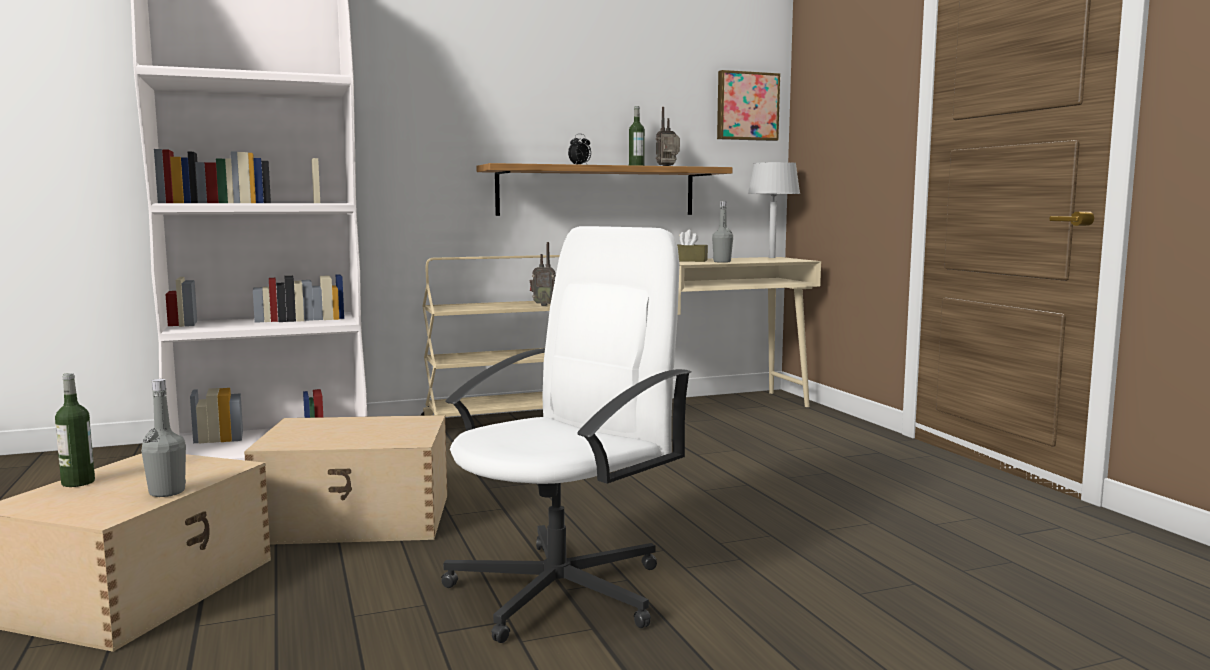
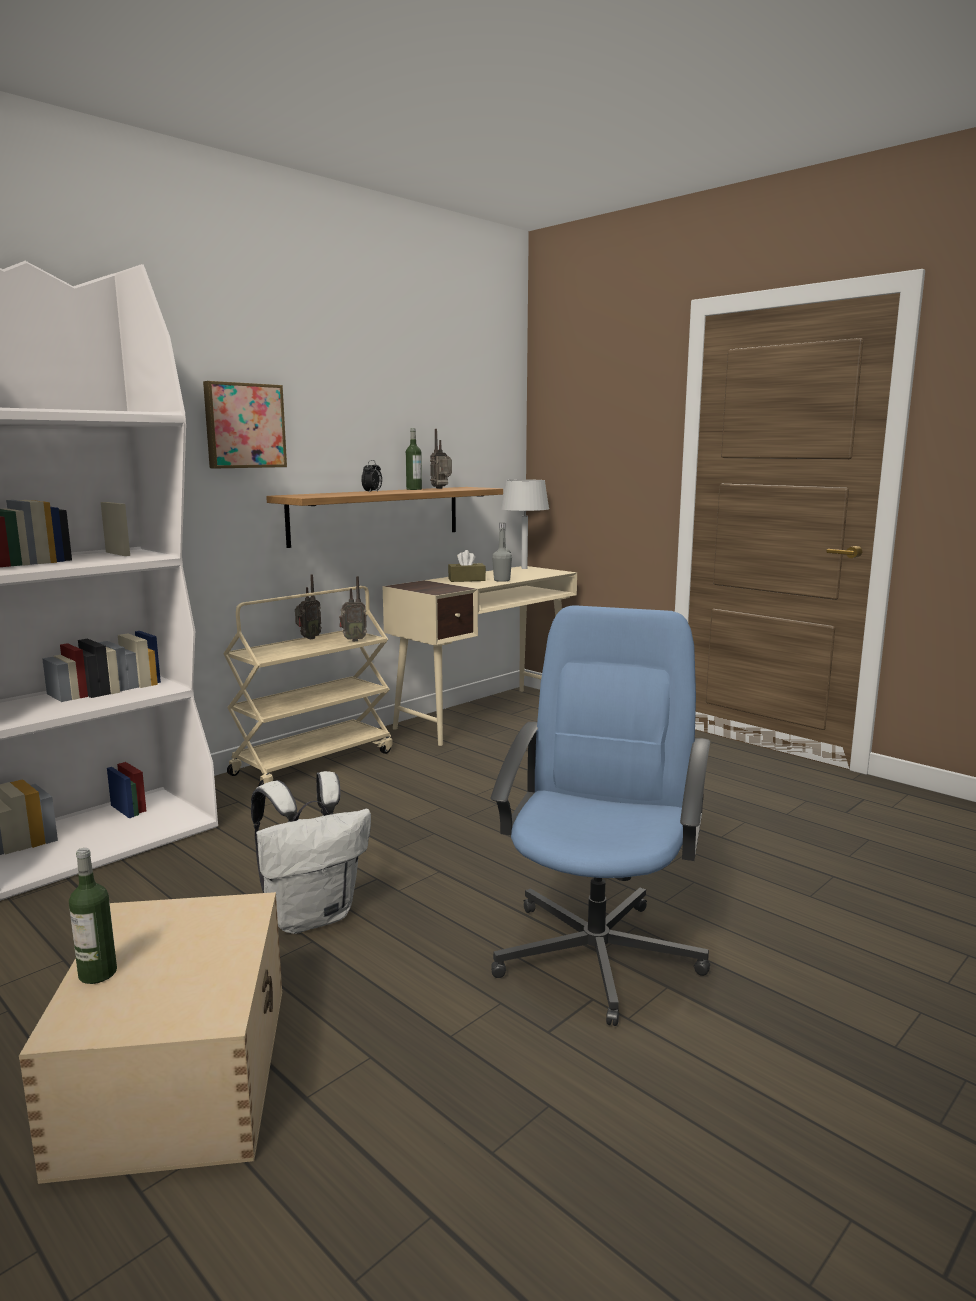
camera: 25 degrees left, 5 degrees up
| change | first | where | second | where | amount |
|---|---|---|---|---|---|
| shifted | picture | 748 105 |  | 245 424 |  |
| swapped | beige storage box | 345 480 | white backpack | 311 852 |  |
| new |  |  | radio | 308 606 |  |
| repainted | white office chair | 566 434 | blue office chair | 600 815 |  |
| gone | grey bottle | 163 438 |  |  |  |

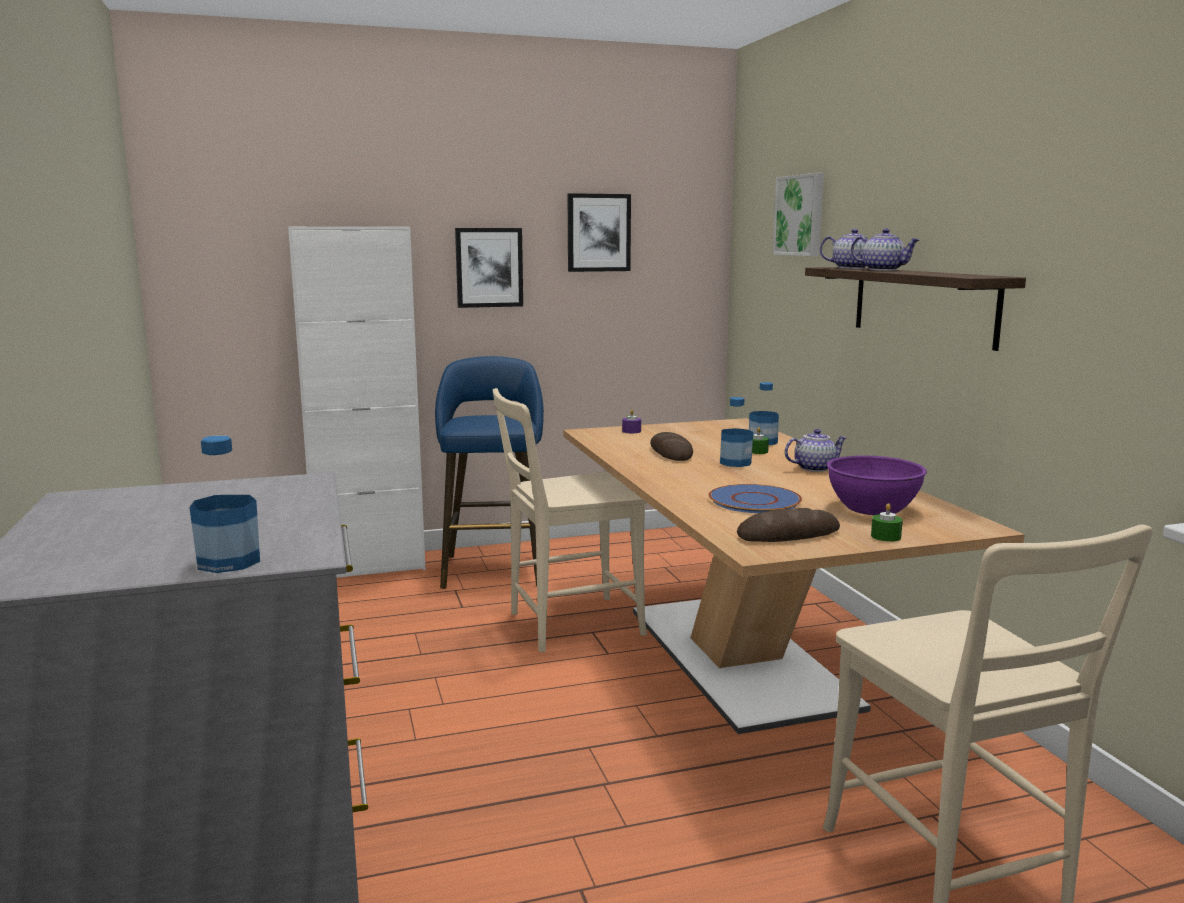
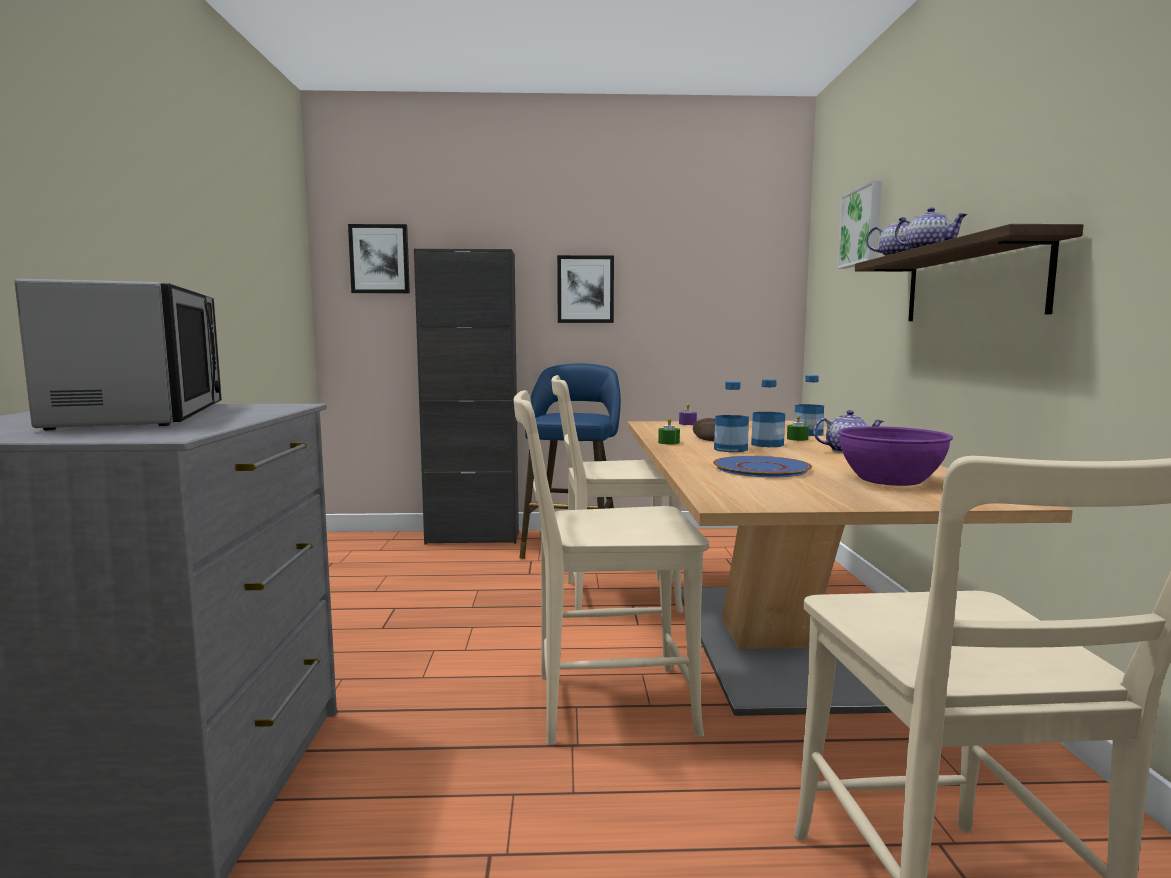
camera: 15 degrees right, 5 degrees down
| change | first | where | second | where | amount |
|---|---|---|---|---|---|
| new |  |  | microwave | 118 354 |  |
| shifted | picture | 599 232 |  | 379 258 |  |
| repainted | white cabinet | 357 402 | black cabinet | 466 397 |  |
| new |  |  | beige chair | 611 567 |  |
| shifted | green candle | 887 522 |  | 669 431 |  |
| shifted | bottle | 224 504 |  | 731 416 |  |
| gone | bread | 788 525 |  |  |  |

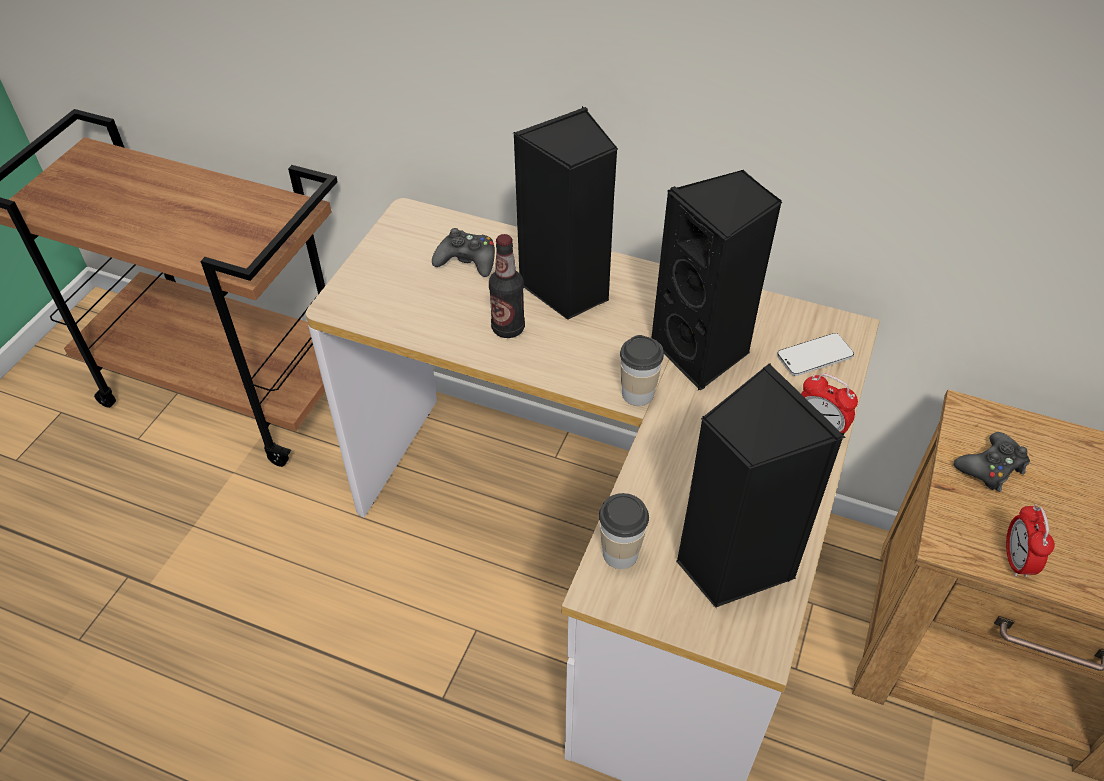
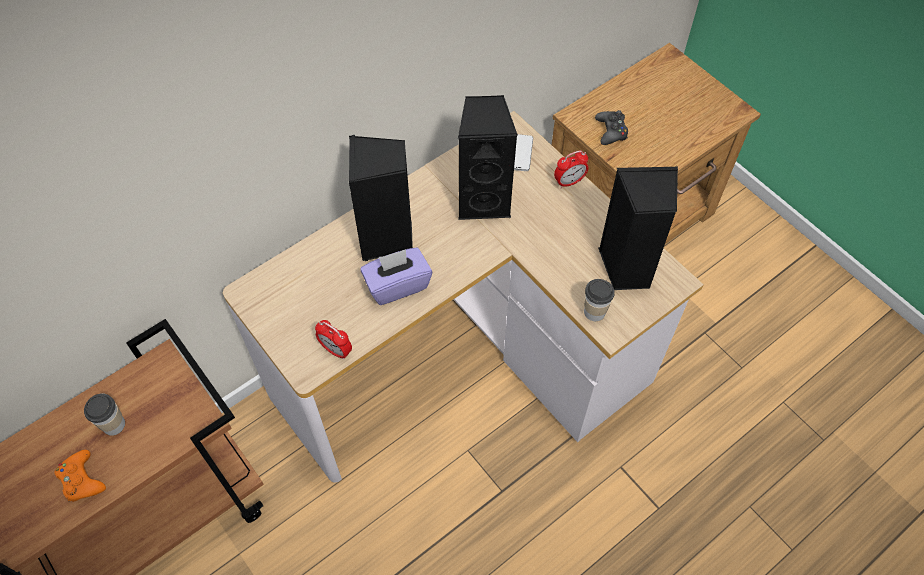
camera: 60 degrees left, 10 degrees up
| change | first | where | second | where | amount |
|---|---|---|---|---|---|
| new |  |  | orange game controller | 80 476 |  |
| shifted | cup | 642 370 |  | 104 414 |  |
| shifted | alarm clock | 1030 541 |  | 333 340 |  |
| swapped | bottle | 507 286 | purple tissue box | 396 276 |  |
| gone | black game controller | 463 252 |  |  |  |

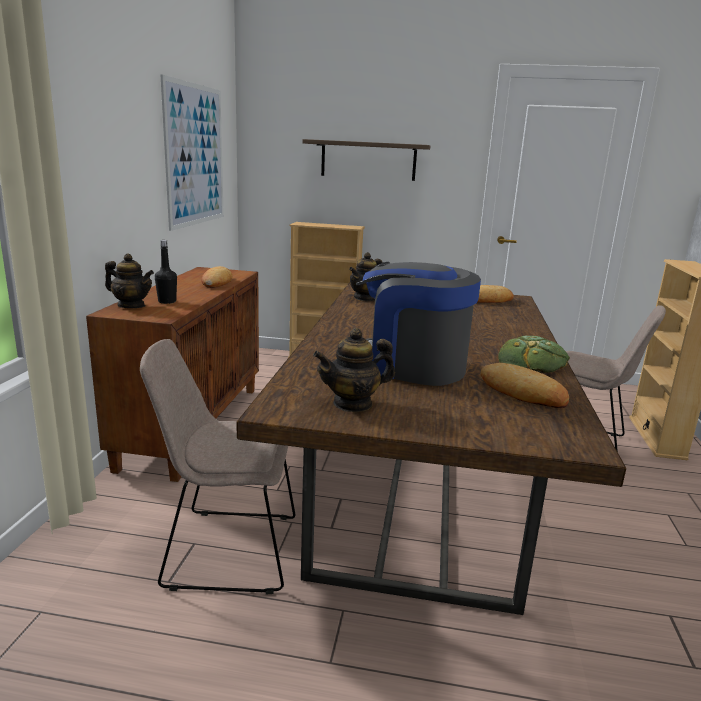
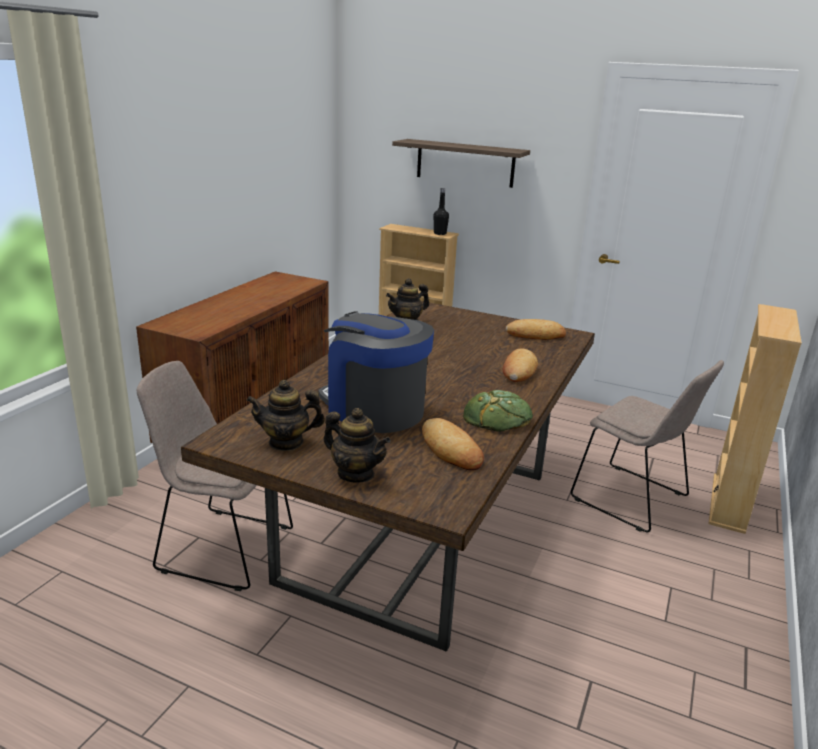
camera: 15 degrees right, 5 degrees up
| change | first | where | second | where | amount |
|---|---|---|---|---|---|
| shifted | teapot | 129 281 |  | 357 445 |  |
| shifted | black bottle | 166 272 |  | 441 211 |  |
| shifted | bread | 216 277 |  | 520 365 |  |
| gone | picture | 192 152 |  |  |  |

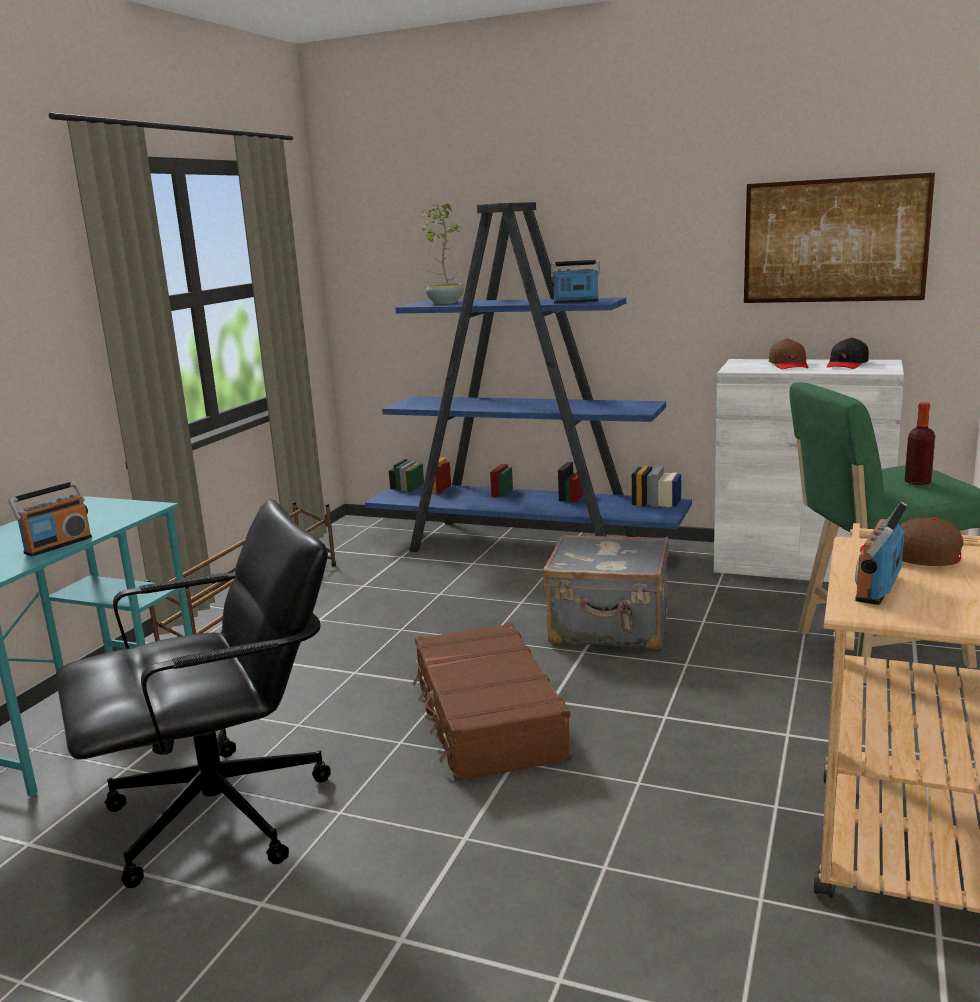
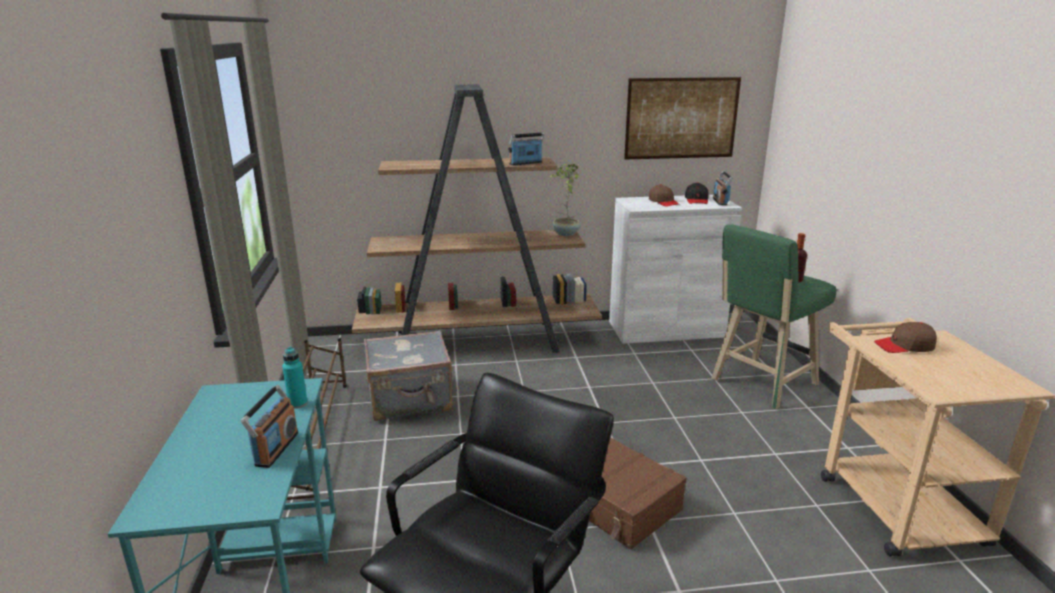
camera: 30 degrees left, 5 degrees up
| change | first | where | second | where | amount |
|---|---|---|---|---|---|
| new |  |  | turquoise bottle | 295 378 |  |
| repainted | blue bookcase | 528 377 | brown bookcase | 477 218 |  |
| shifted | grey suitcase | 606 591 |  | 408 375 |  |
| shifted | potted plant | 443 254 |  | 564 200 |  |
| shifted | radio | 881 553 |  | 723 188 |  |

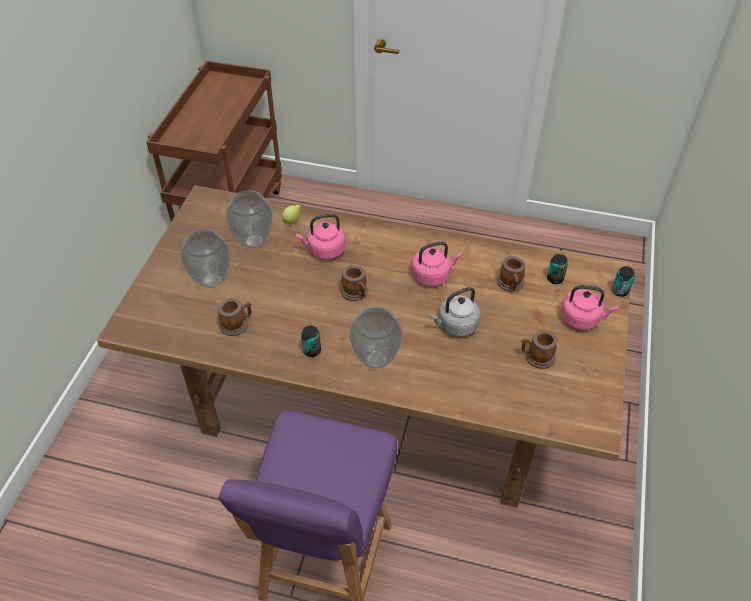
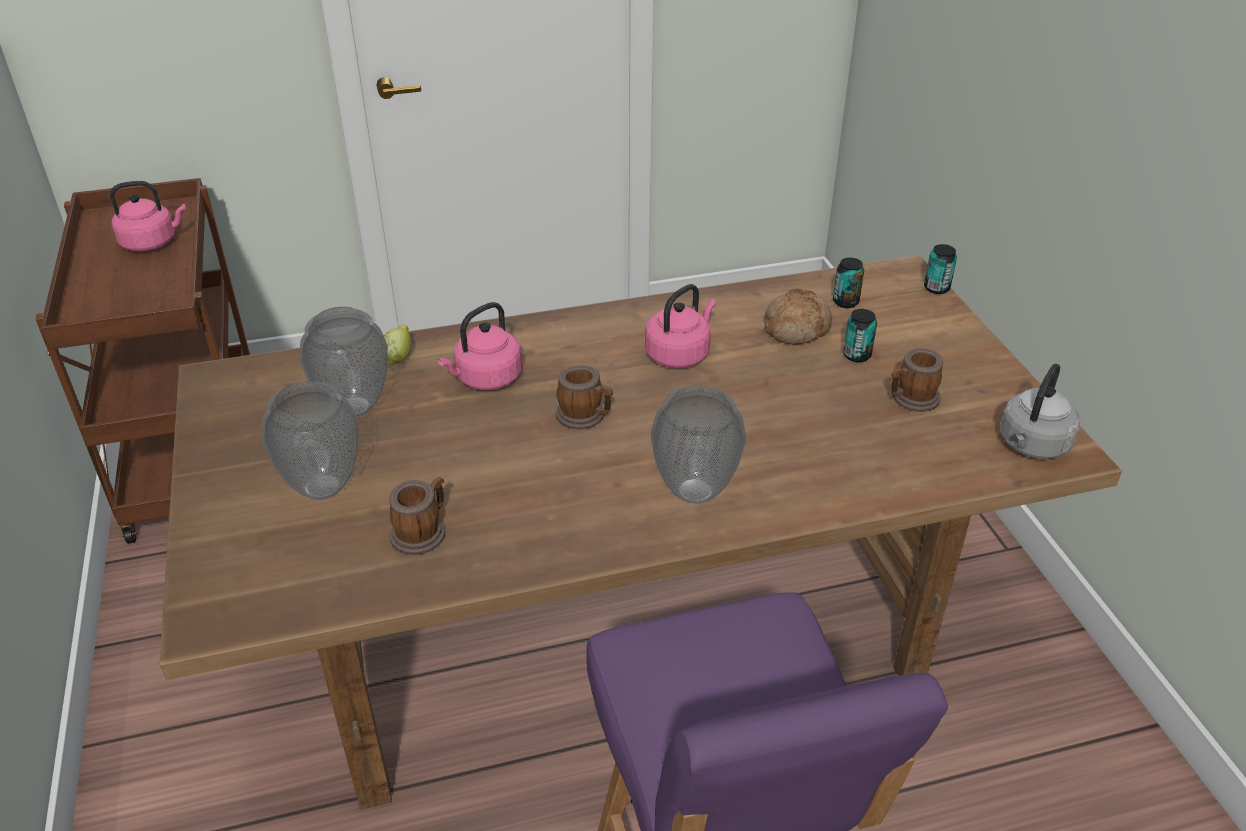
camera: 30 degrees left, 10 degrees down
| change | first | where | second | where | amount |
|---|---|---|---|---|---|
| shifted | pink kettle | 589 307 |  | 148 216 |  |
| swapped | mug | 511 274 | bread | 798 317 |  |
| shifted | can | 311 341 |  | 860 335 |  |
| shifted | grey kettle | 455 312 |  | 1040 411 |  |

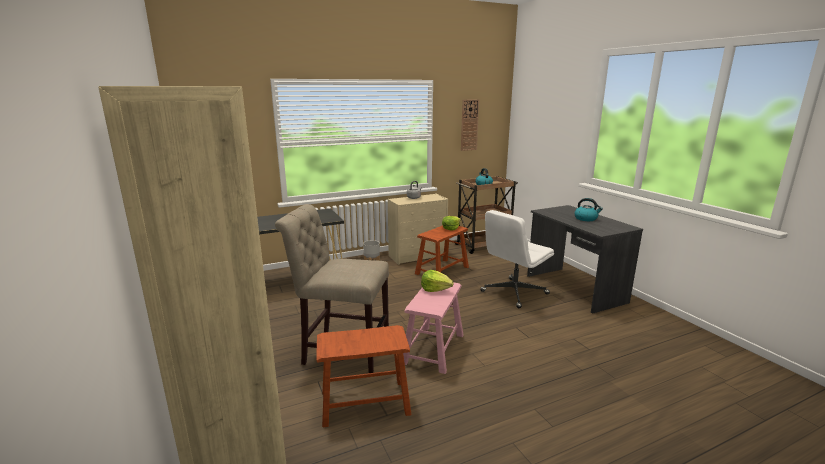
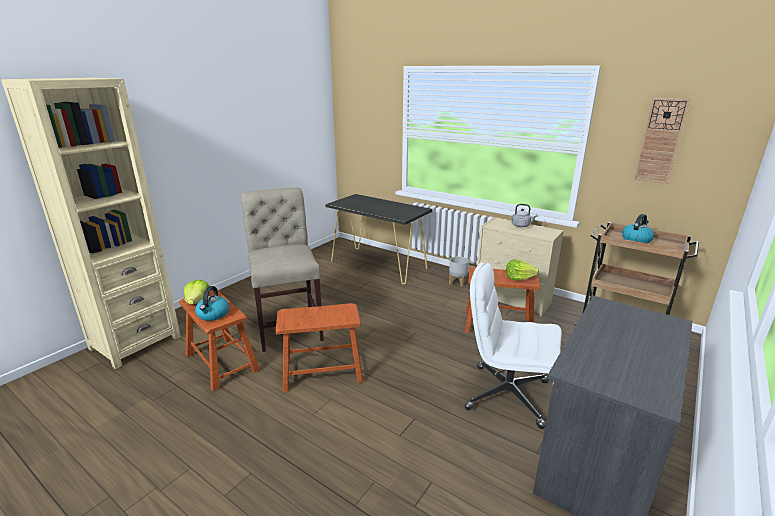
camera: 60 degrees right, 5 degrees up
| change | first | where | second | where | amount |
|---|---|---|---|---|---|
| shifted | lettuce | 437 281 |  | 197 292 |  |
| shifted | kettle | 588 209 |  | 212 303 |  |
| repainted | pink stool | 433 328 | brown stool | 319 347 |  |

